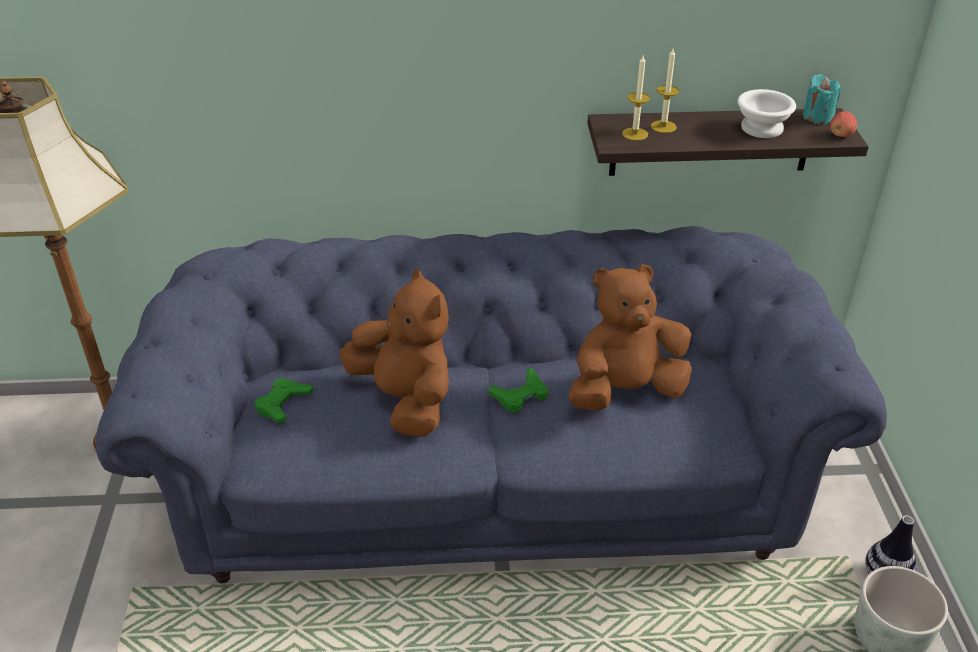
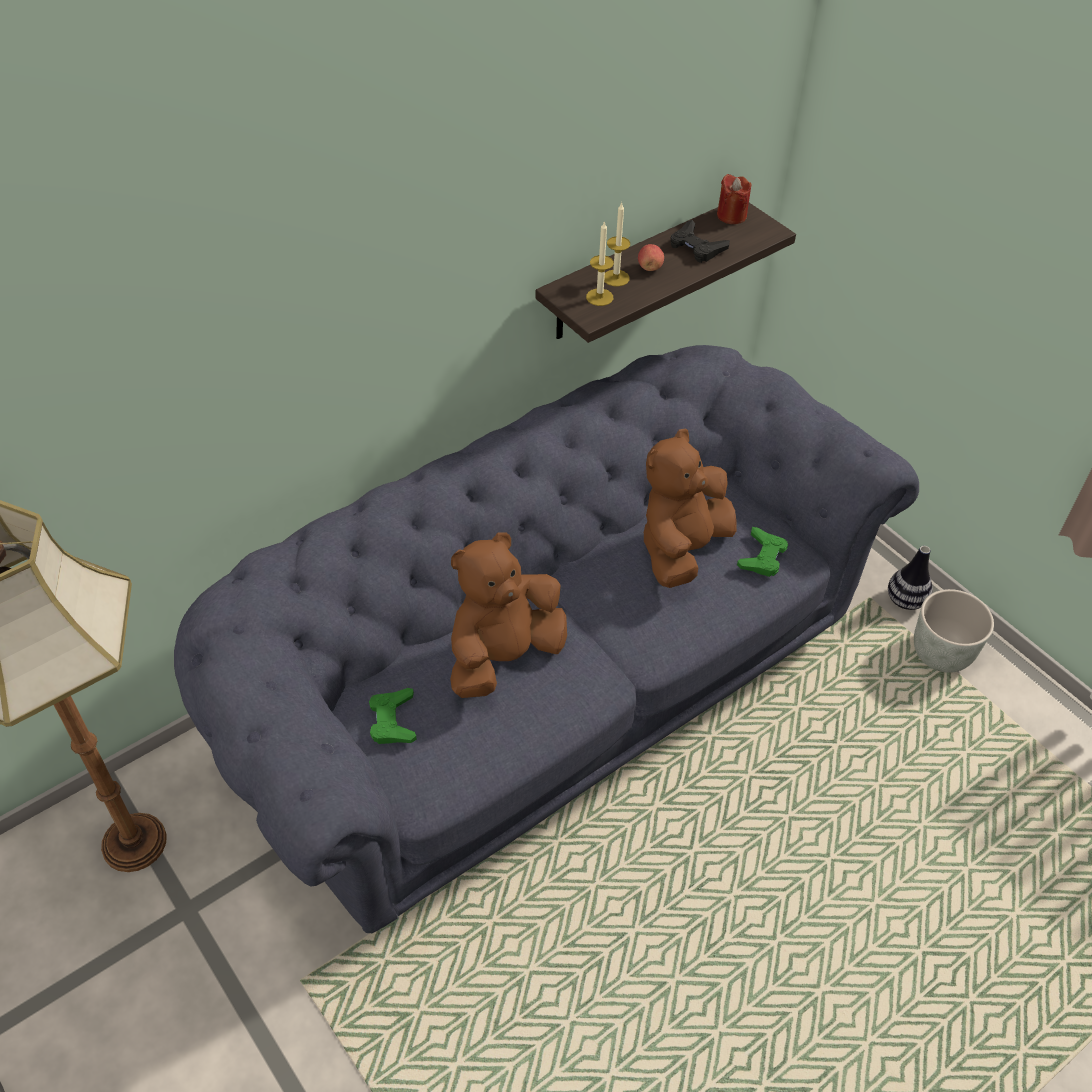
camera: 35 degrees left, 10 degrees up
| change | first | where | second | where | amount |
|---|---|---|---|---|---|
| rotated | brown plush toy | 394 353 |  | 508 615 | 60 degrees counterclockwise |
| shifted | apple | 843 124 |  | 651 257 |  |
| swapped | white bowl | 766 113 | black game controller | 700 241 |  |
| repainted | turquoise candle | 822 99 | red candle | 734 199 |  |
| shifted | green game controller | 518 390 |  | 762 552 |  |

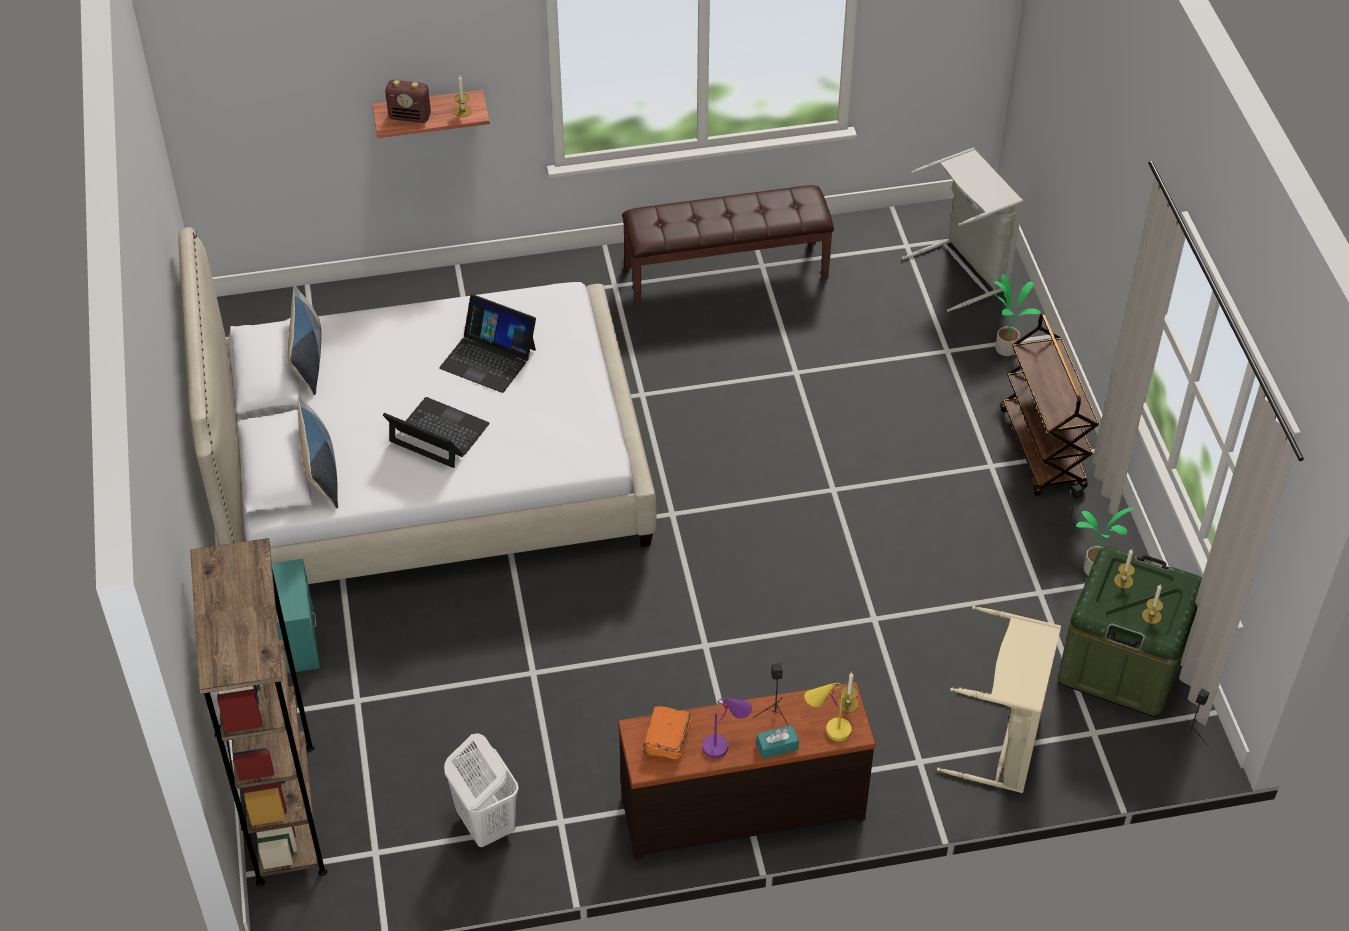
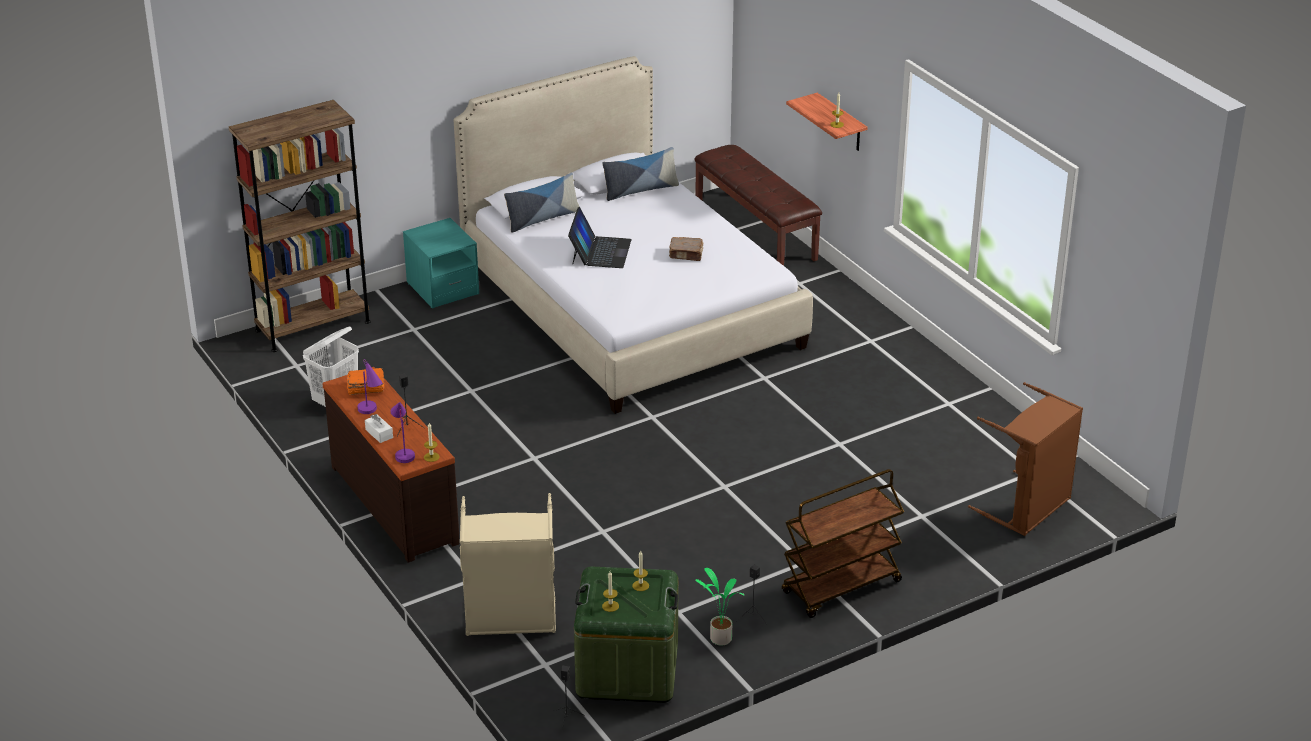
camera: 70 degrees right, 15 degrees down
| change | first | where | second | where | amount |
|---|---|---|---|---|---|
| repainted | turquoise tissue box | 777 742 | white tissue box | 379 428 |  |
| repainted | yellow table lamp | 828 712 | purple table lamp | 403 432 |  |
| swapped | laptop | 487 343 | brown book | 686 249 |  |
| shifted | brown bench | 728 245 |  | 758 205 |  |
| repainted | grey laundry basket | 963 229 | brown laundry basket | 1025 459 |  |
| gone | radio | 408 101 |  |  |  |
| gone | potted plant | 1017 315 |  |  |  |

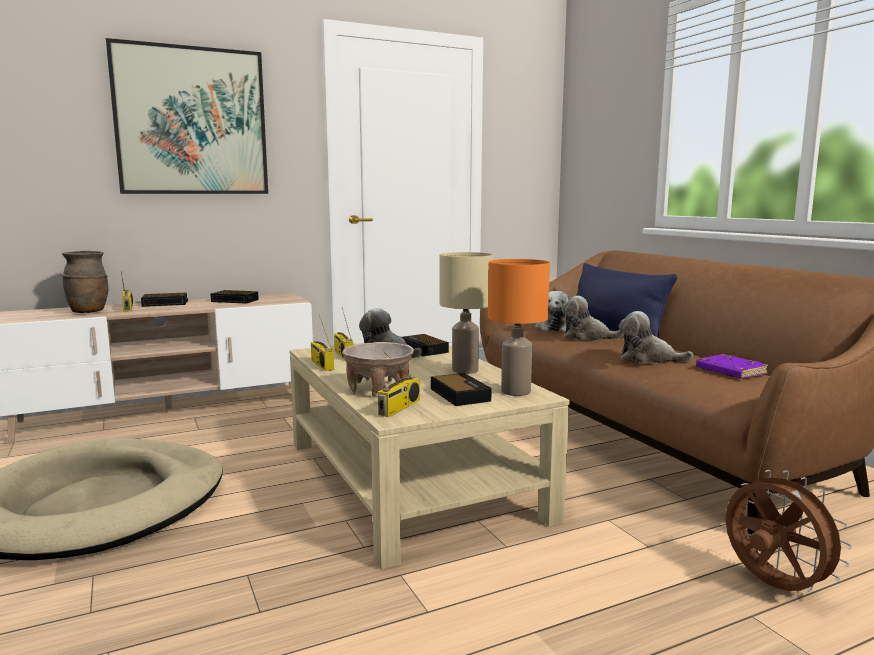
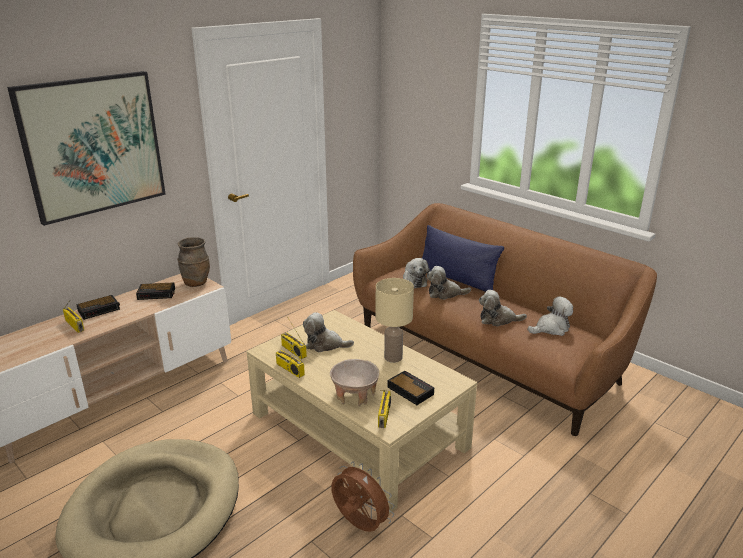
camera: 20 degrees left, 15 degrees up
| change | first | where | second | where | amount |
|---|---|---|---|---|---|
| shifted | brown vase | 85 282 |  | 193 262 |  |
| shifted | brown fan | 789 531 |  | 363 496 |  |
| swapped | purple book | 732 366 | plush toy | 550 316 |  |
| gone | alarm clock | 425 345 |  |  |  |
| gone | orange table lamp | 519 327 |  |  |  |

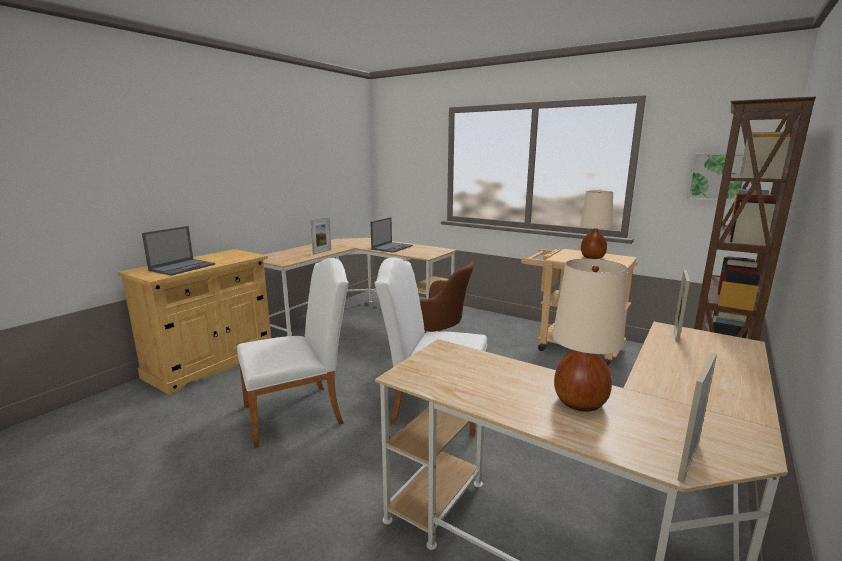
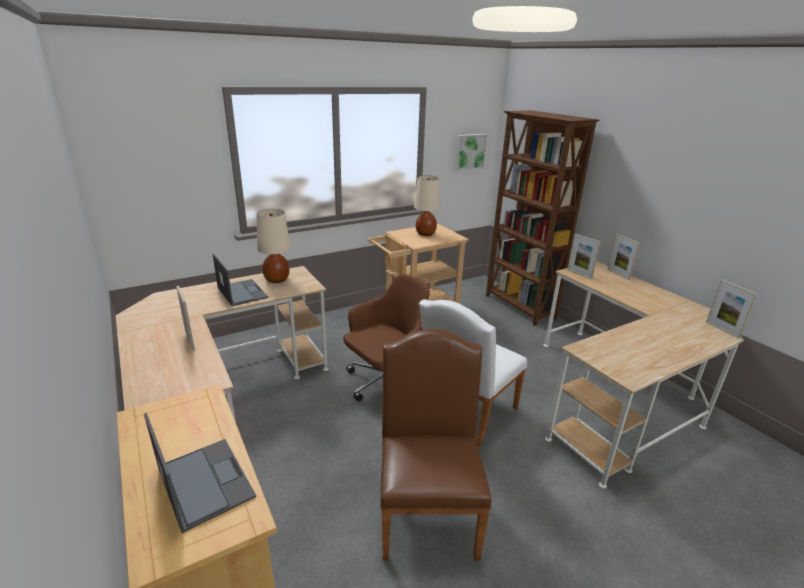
camera: 65 degrees left, 10 degrees up
| change | first | where | second | where | amount |
|---|---|---|---|---|---|
| shifted | beige table lamp | 589 335 |  | 274 246 |  |
| repainted | white chair | 293 353 | brown chair | 435 445 |  |
| new |  |  | picture frame | 623 257 |  |

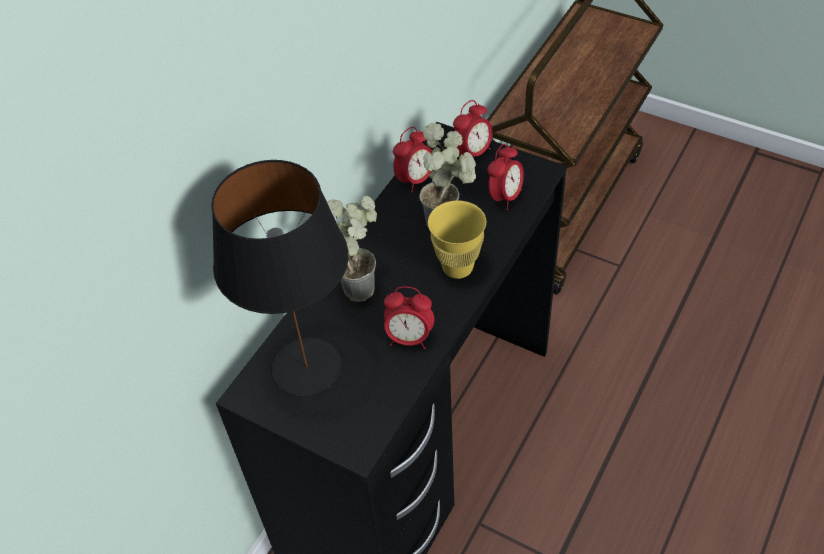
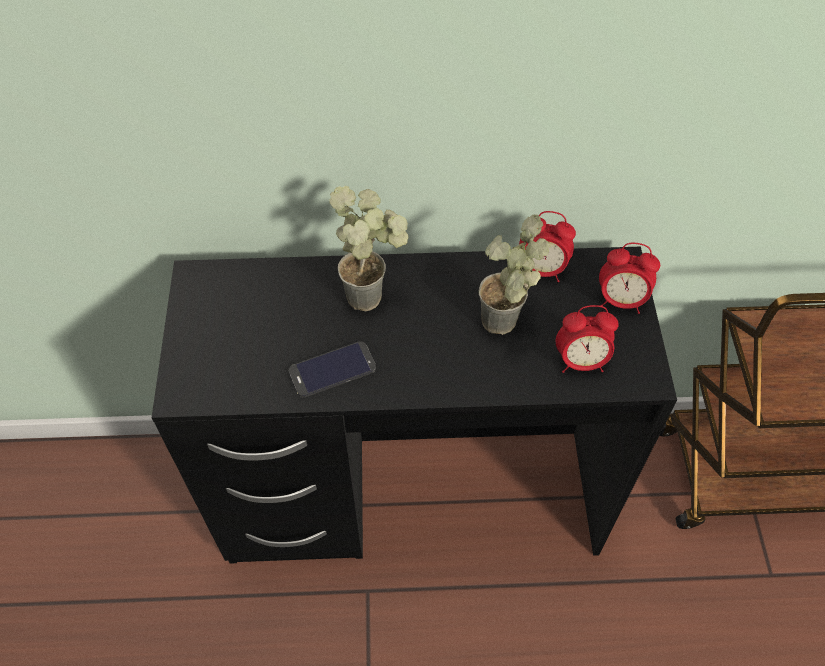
camera: 55 degrees right, 5 degrees up
| change | first | where | second | where | amount |
|---|---|---|---|---|---|
| swapped | alarm clock | 409 317 | phone | 332 369 |  |
| gone | black table lamp | 280 278 |  |  |  |
| gone | yellow cup | 457 240 |  |  |  |

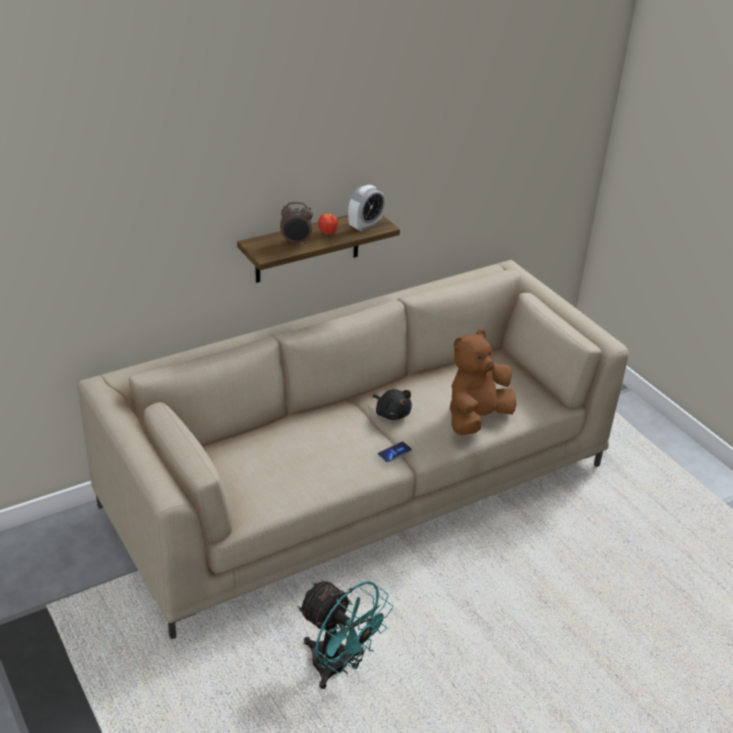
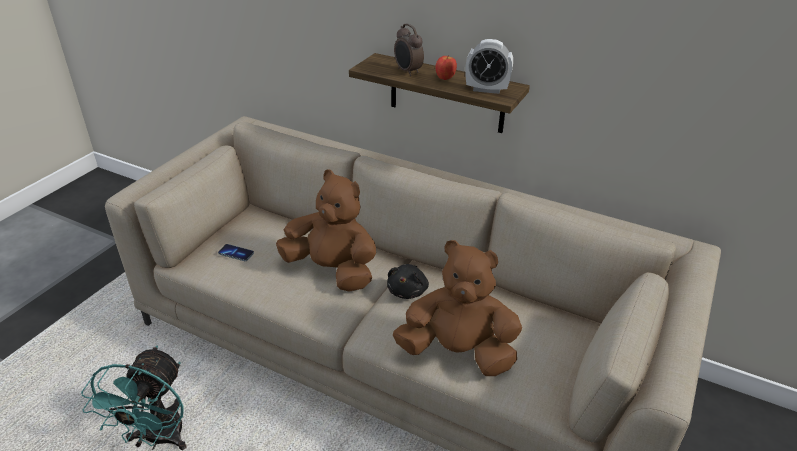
camera: 60 degrees right, 0 degrees up
| change | first | where | second | where | amount |
|---|---|---|---|---|---|
| shifted | phone | 395 452 |  | 236 252 |  |
| new |  |  | brown plush toy | 326 231 |  |

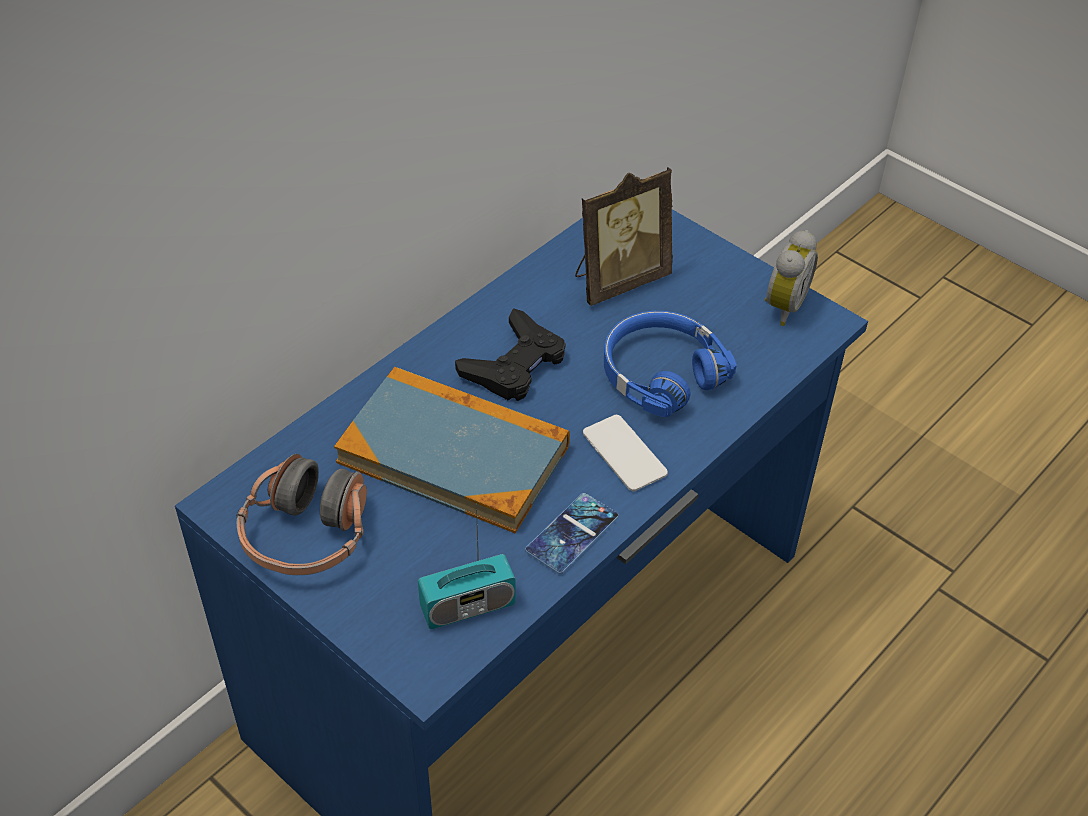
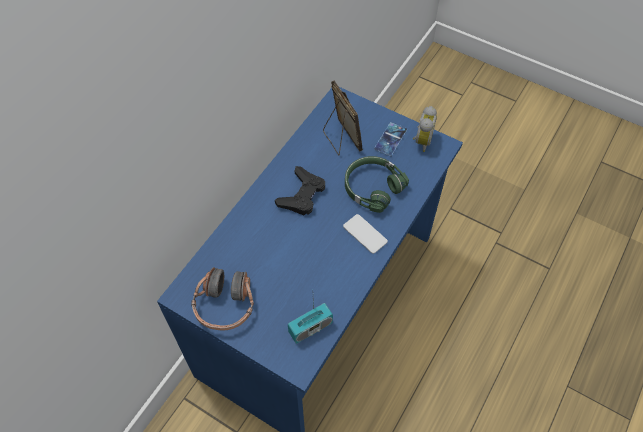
camera: 10 degrees left, 10 degrees up
| change | first | where | second | where | amount |
|---|---|---|---|---|---|
| rotated | picture frame | 624 236 |  | 343 117 | 75 degrees counterclockwise |
| repainted | blue headphones | 670 364 | green headphones | 377 184 |  |
| shifted | phone | 571 533 |  | 390 139 |  |
| gone | book | 452 450 |  |  |  |

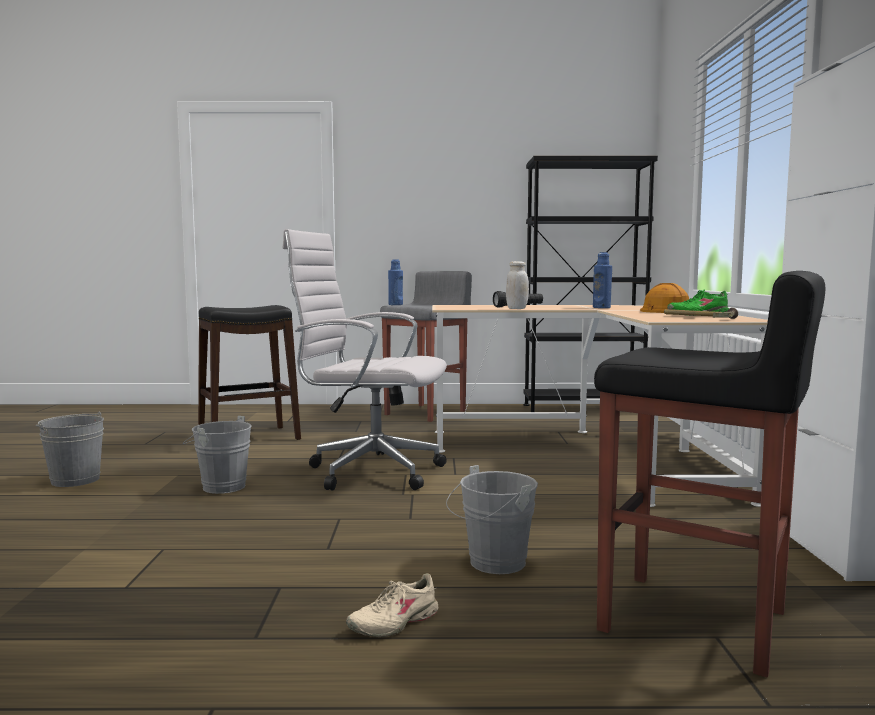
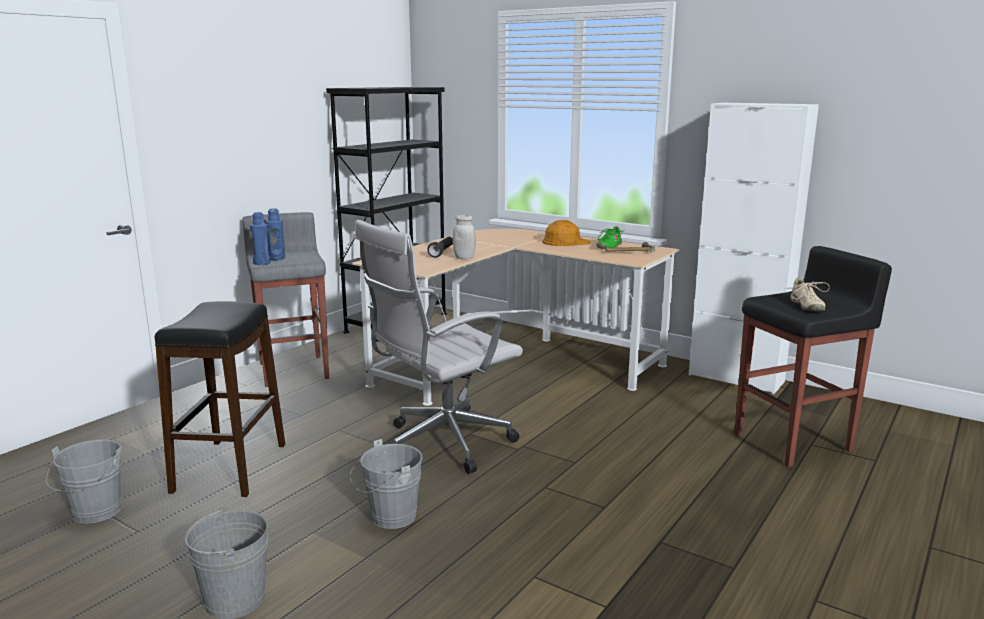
camera: 55 degrees left, 10 degrees up
| change | first | where | second | where | amount |
|---|---|---|---|---|---|
| shifted | grey bucket | 492 519 |  | 84 481 |  |
| shifted | blue bottle | 602 280 |  | 275 234 |  |
| shifted | beige shoe | 392 605 |  | 808 294 |  |

